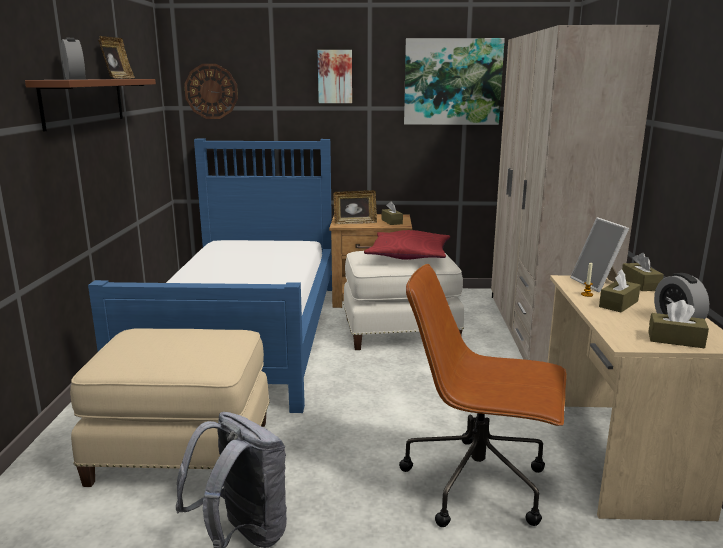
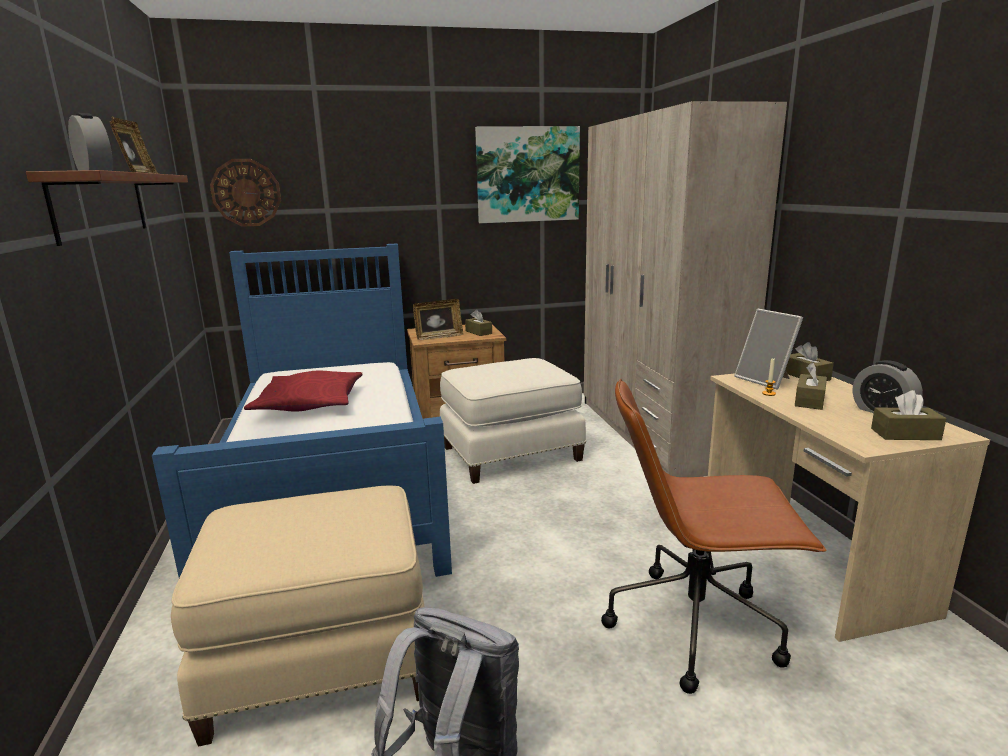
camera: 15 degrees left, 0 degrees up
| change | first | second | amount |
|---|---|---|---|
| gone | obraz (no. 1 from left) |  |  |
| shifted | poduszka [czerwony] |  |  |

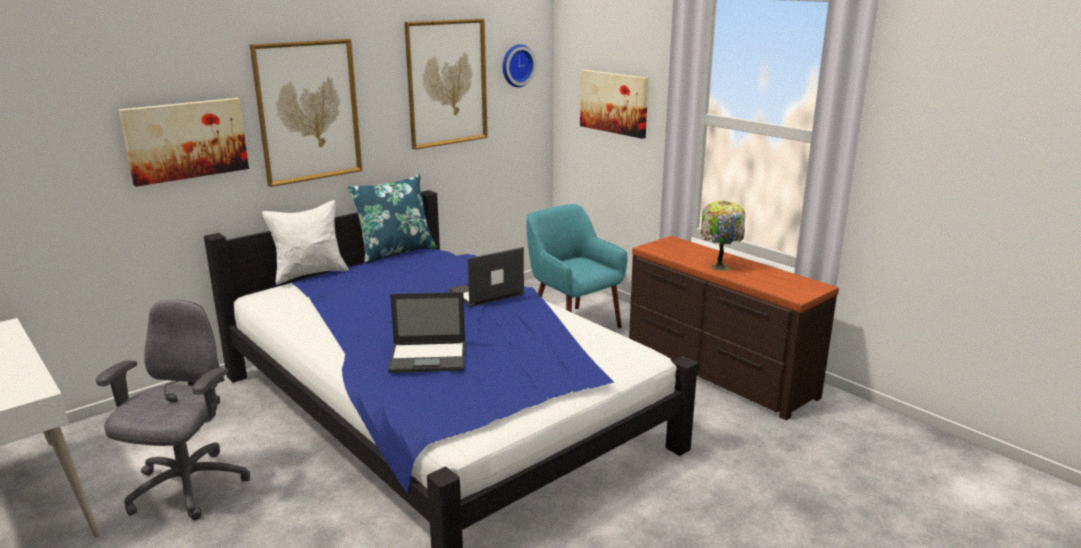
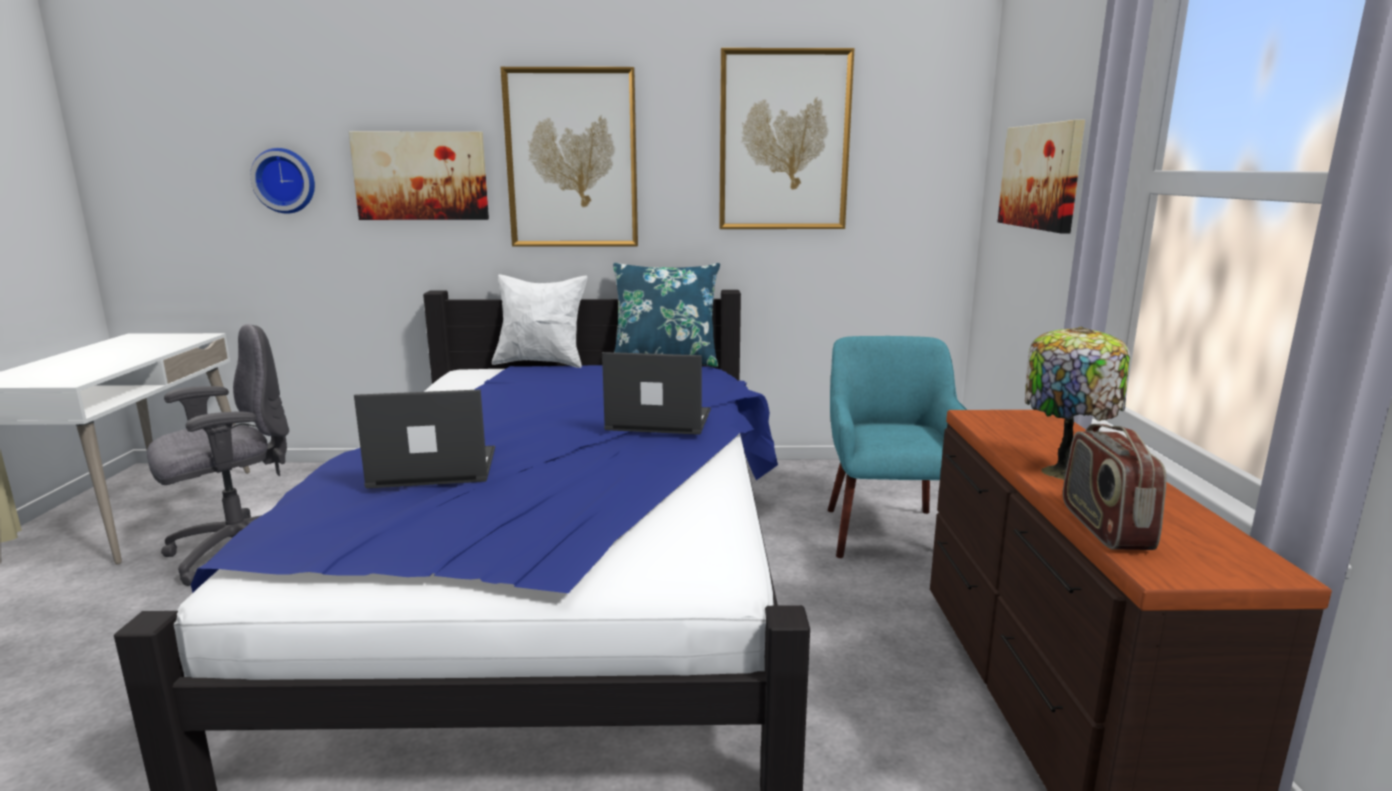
camera: 40 degrees right, 5 degrees down
| change | first | second | amount |
|---|---|---|---|
| shifted | zegar ścienny |  |  |
| rotated | laptop (no. 1 from left) |  | 135 degrees clockwise |
| new |  | radio |  |

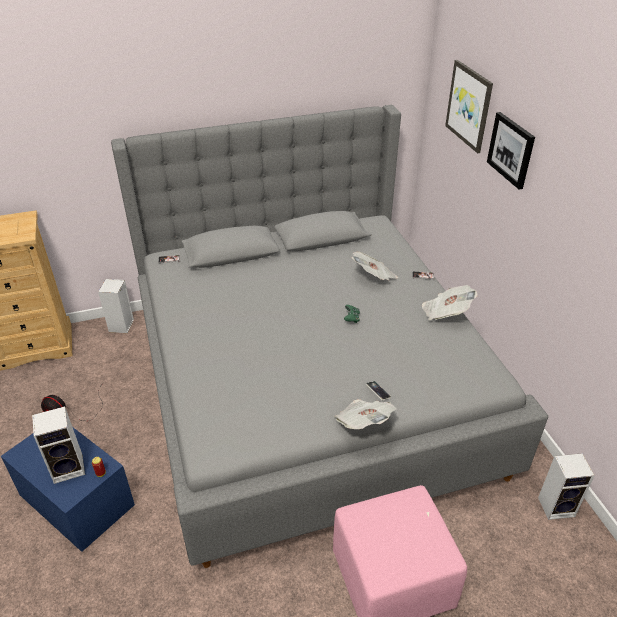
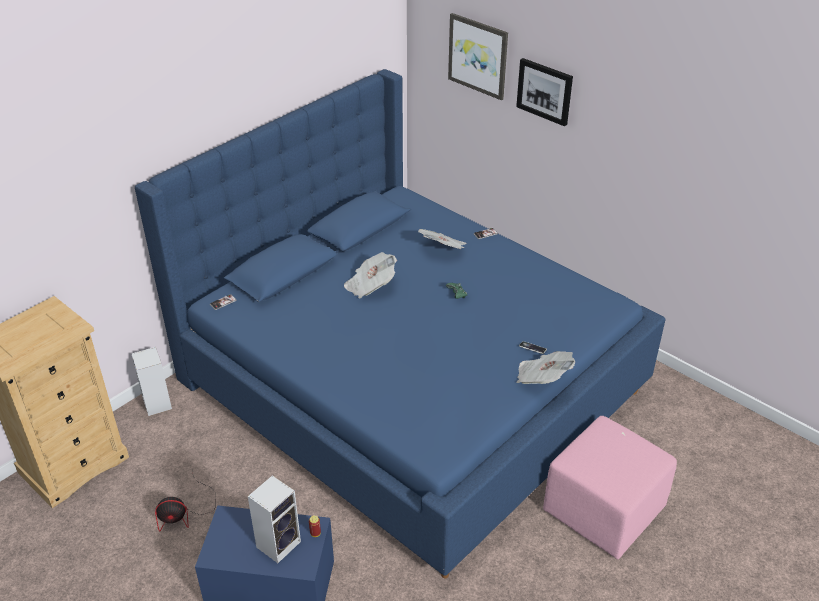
camera: 30 degrees left, 0 degrees up
| change | first | second | amount |
|---|---|---|---|
| repainted | łóżko [szary] | łóżko [niebieski] |  |
| shifted | gazeta (no. 3 from left in the first image) | gazeta (no. 1 from left) |  |
| gone | głośnik (no. 3 from left) |  |  |

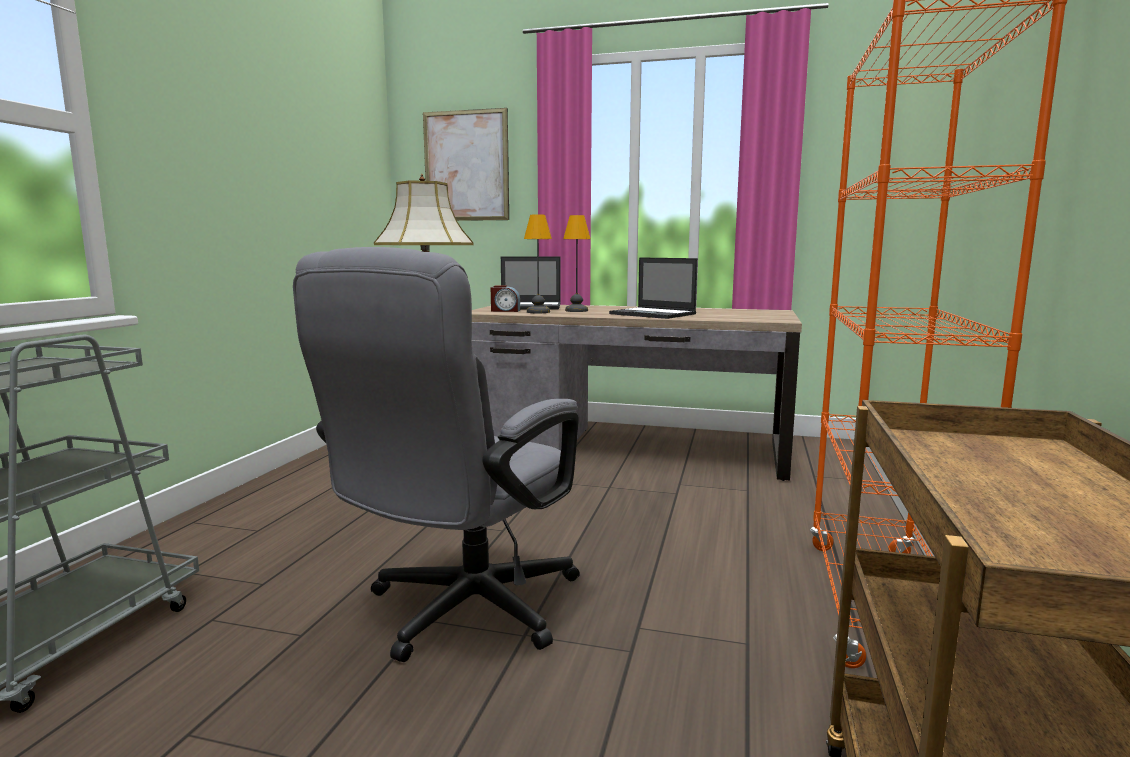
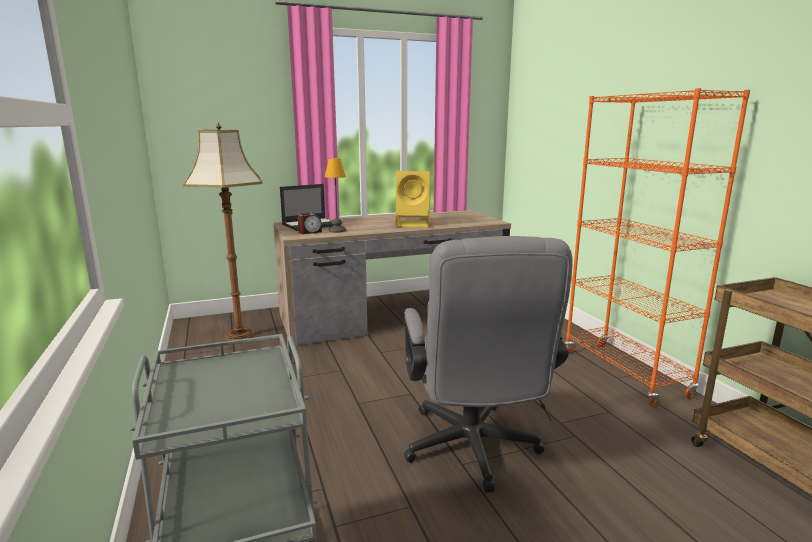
camera: 35 degrees left, 5 degrees up
| change | first | second | amount |
|---|---|---|---|
| gone | obraz |  |  |
| gone | lampa stołowa (no. 2 from left) |  |  |
| swapped | laptop (no. 2 from left) | głośnik [żółty] |  |

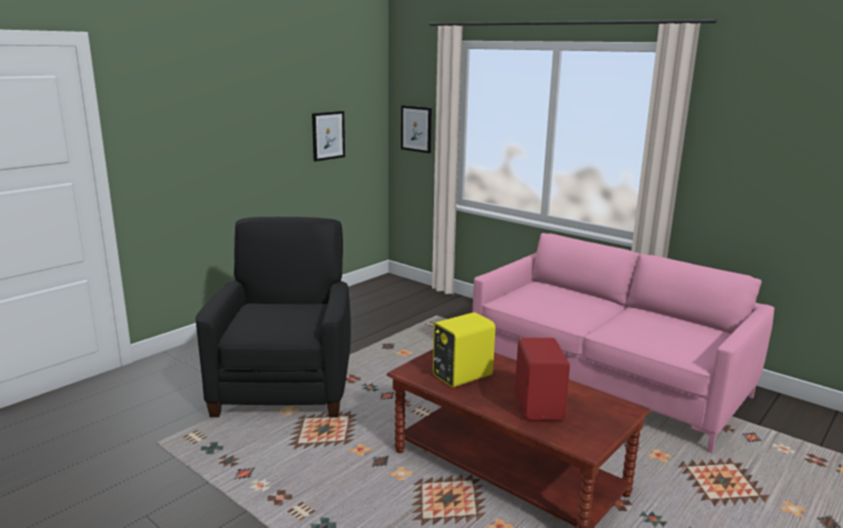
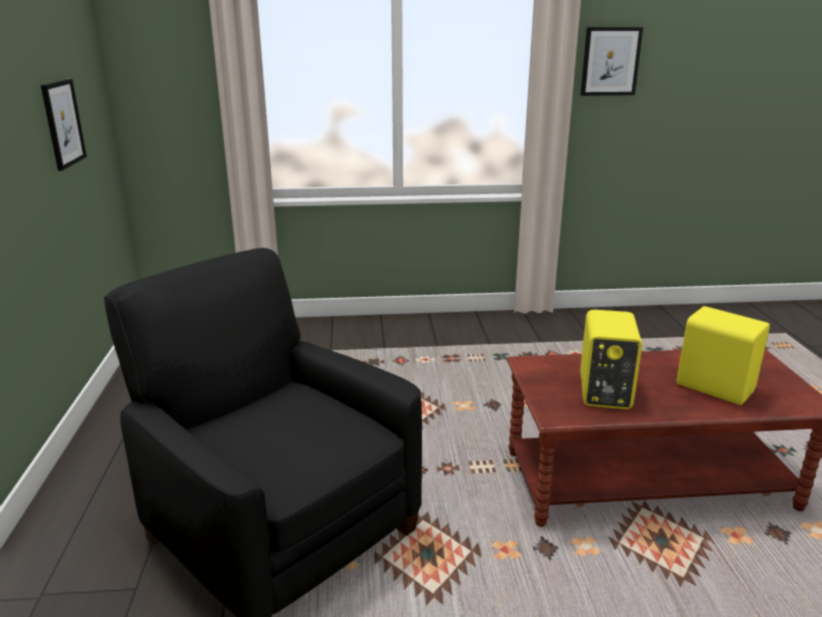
camera: 45 degrees left, 5 degrees up
| change | first | second | amount |
|---|---|---|---|
| shifted | obraz (no. 2 from left) |  |  |
| gone | kanapa [różowy] |  |  |
| repainted | głośnik [czerwony] | głośnik [żółty] (no. 2 from left) |  |

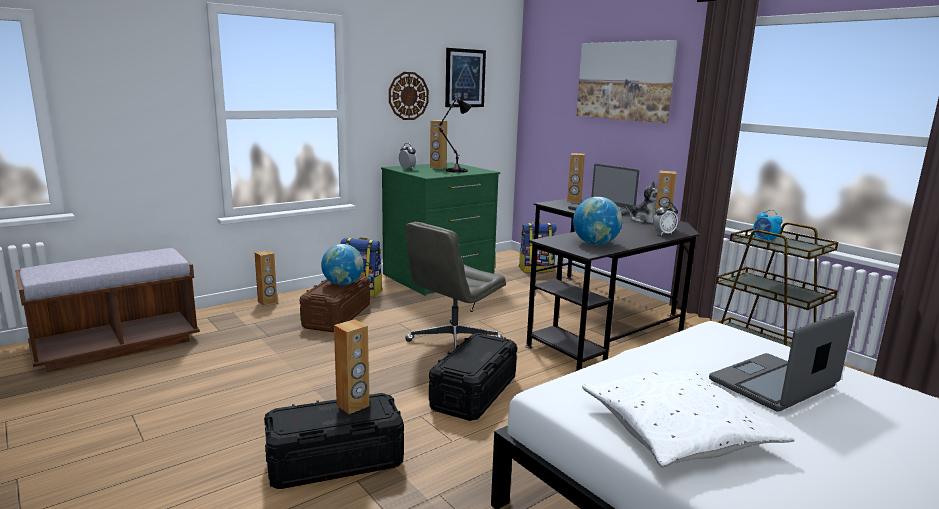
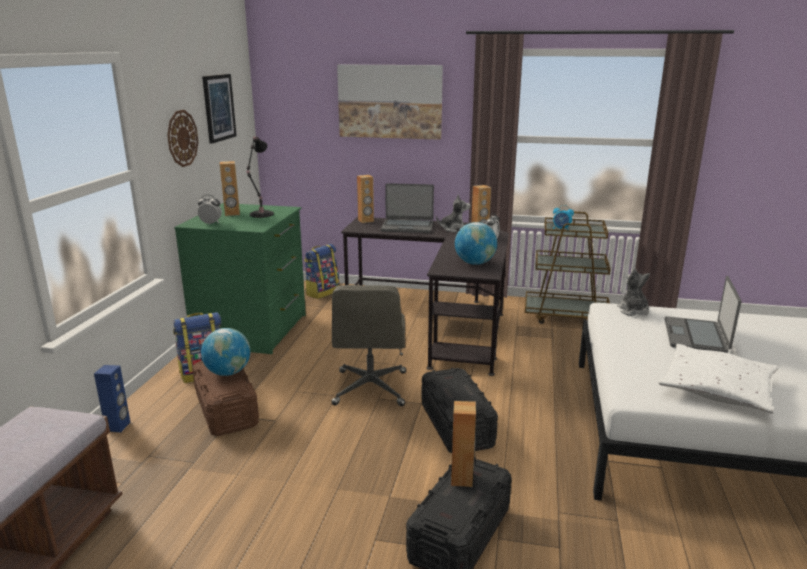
camera: 40 degrees left, 5 degrees up
| change | first | second | amount |
|---|---|---|---|
| repainted | głośnik [brązowy] (no. 1 from left) | głośnik [niebieski] |  |
| new |  | pluszak (no. 2 from left) |  |

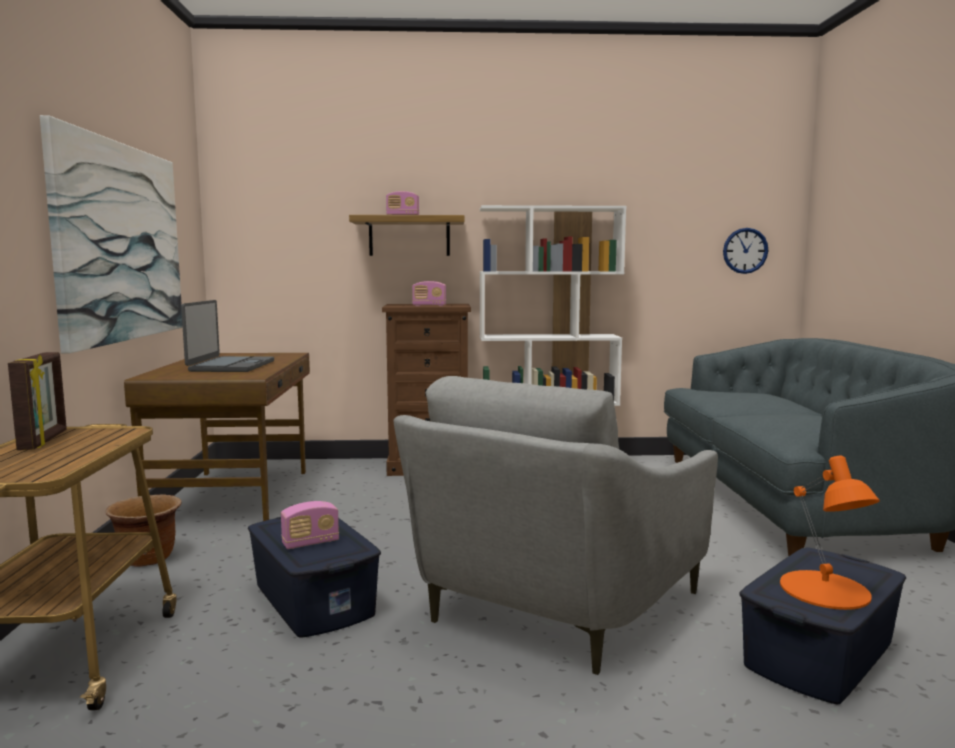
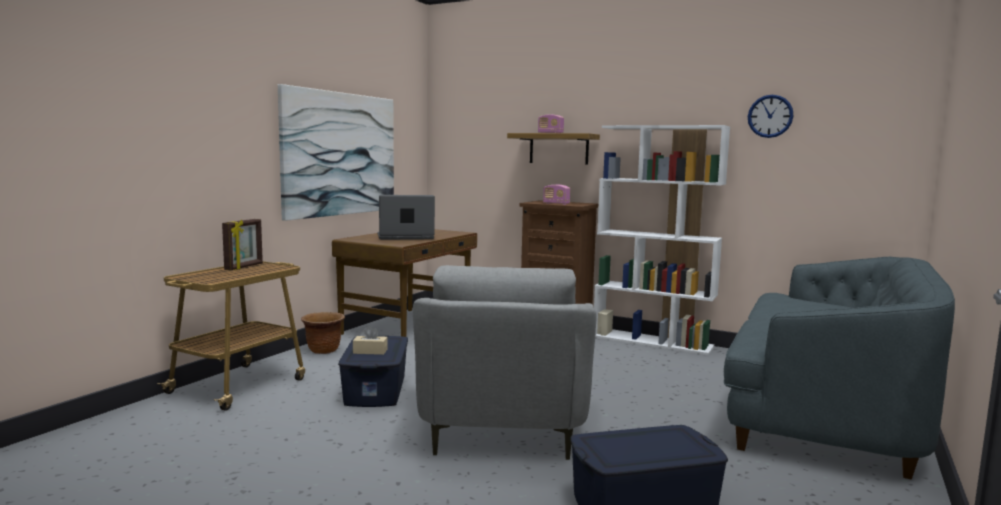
camera: 30 degrees right, 0 degrees up
| change | first | second | amount |
|---|---|---|---|
| shifted | zegar ścienny |  |  |
| rotated | laptop |  | 135 degrees counterclockwise |
| rotated | fotel [szary] |  | 60 degrees counterclockwise |
| gone | lampa stołowa [pomarańczowy] |  |  |
| swapped | radio (no. 1 from left) | pudełko chusteczek [beżowy] |  |

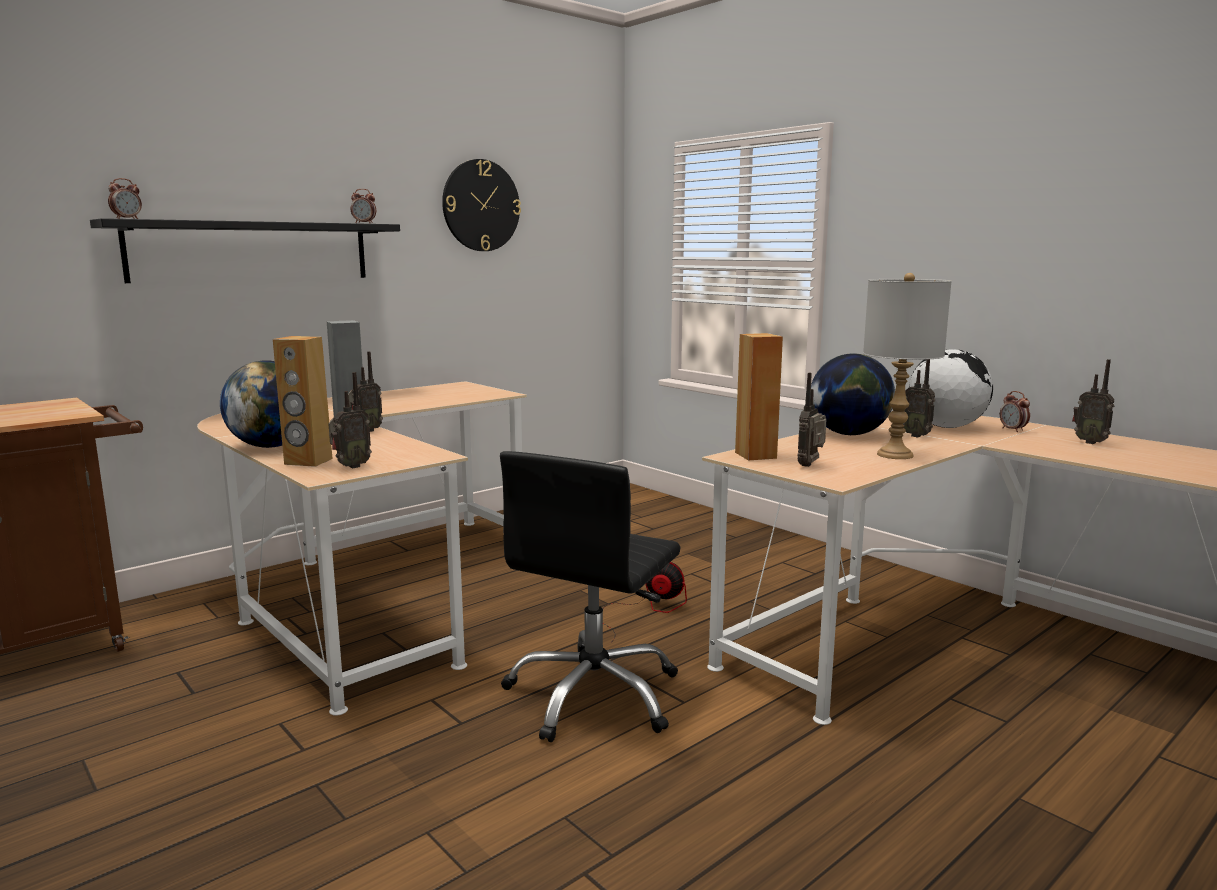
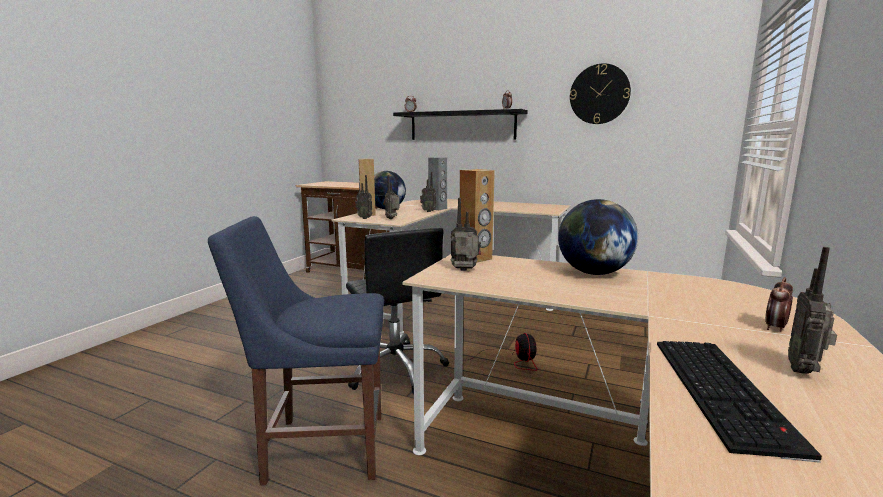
camera: 65 degrees right, 0 degrees up
| change | first | second | amount |
|---|---|---|---|
| gone | lampa stołowa [szary] |  |  |
| gone | globus (no. 3 from left) |  |  |
| shifted | radio (no. 4 from left in the first image) | radio (no. 2 from left) |  |
| rotated | krzesło biurowe [czarny] |  | 120 degrees counterclockwise |
| new |  | krzesło [niebieski] |  |
| new |  | klawiatura |  |

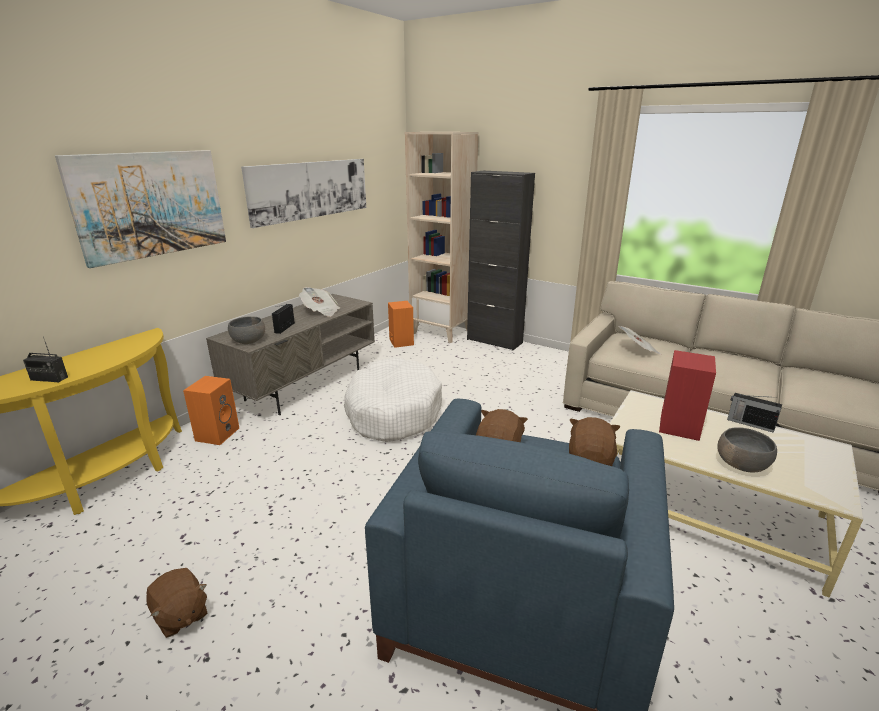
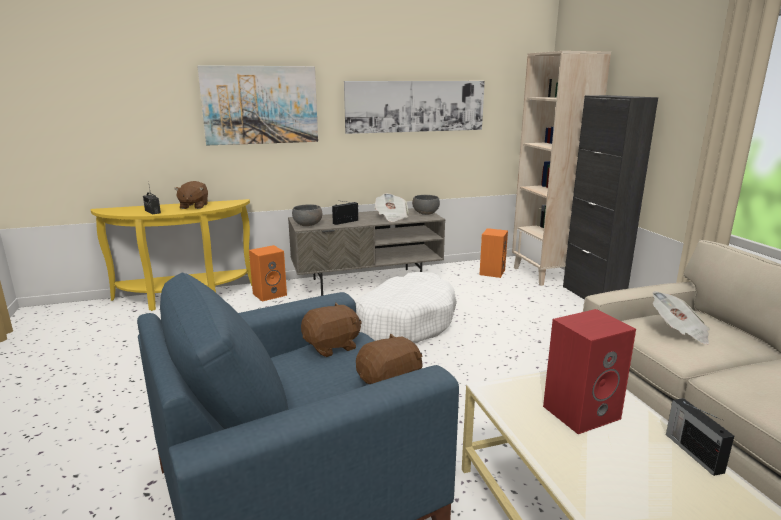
camera: 40 degrees right, 5 degrees down
| change | first | second | amount |
|---|---|---|---|
| shifted | miska [szary] (no. 2 from left) |  |  |
| shifted | pluszak [brązowy] (no. 1 from left) |  |  |

